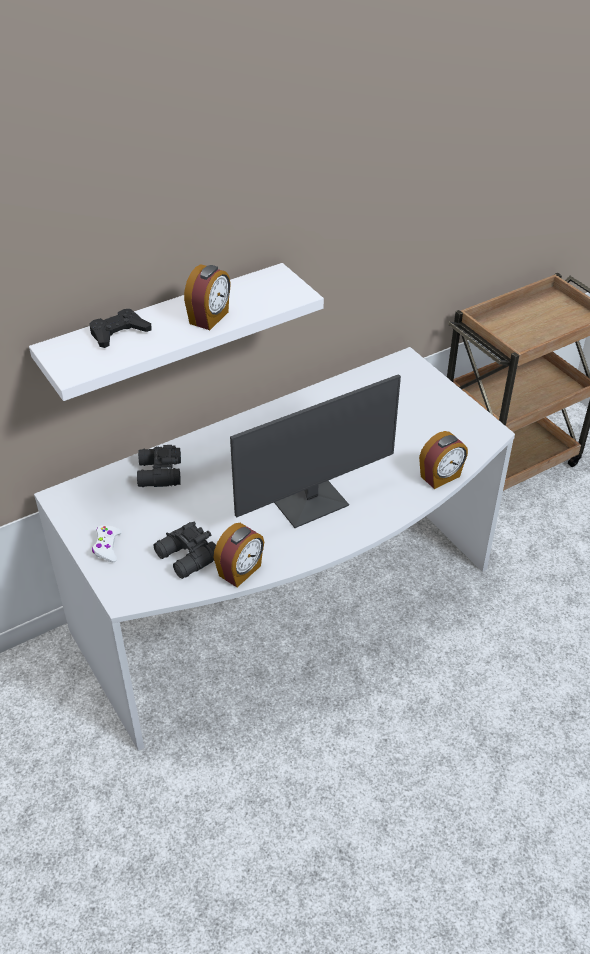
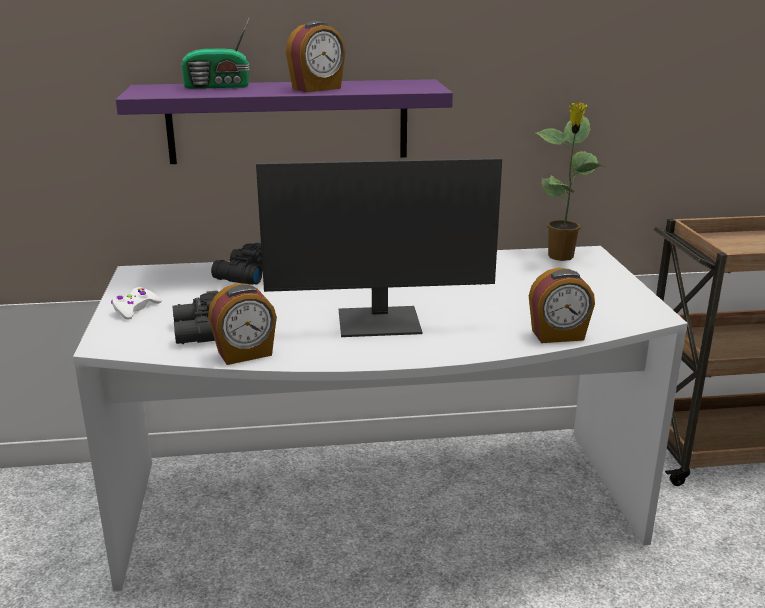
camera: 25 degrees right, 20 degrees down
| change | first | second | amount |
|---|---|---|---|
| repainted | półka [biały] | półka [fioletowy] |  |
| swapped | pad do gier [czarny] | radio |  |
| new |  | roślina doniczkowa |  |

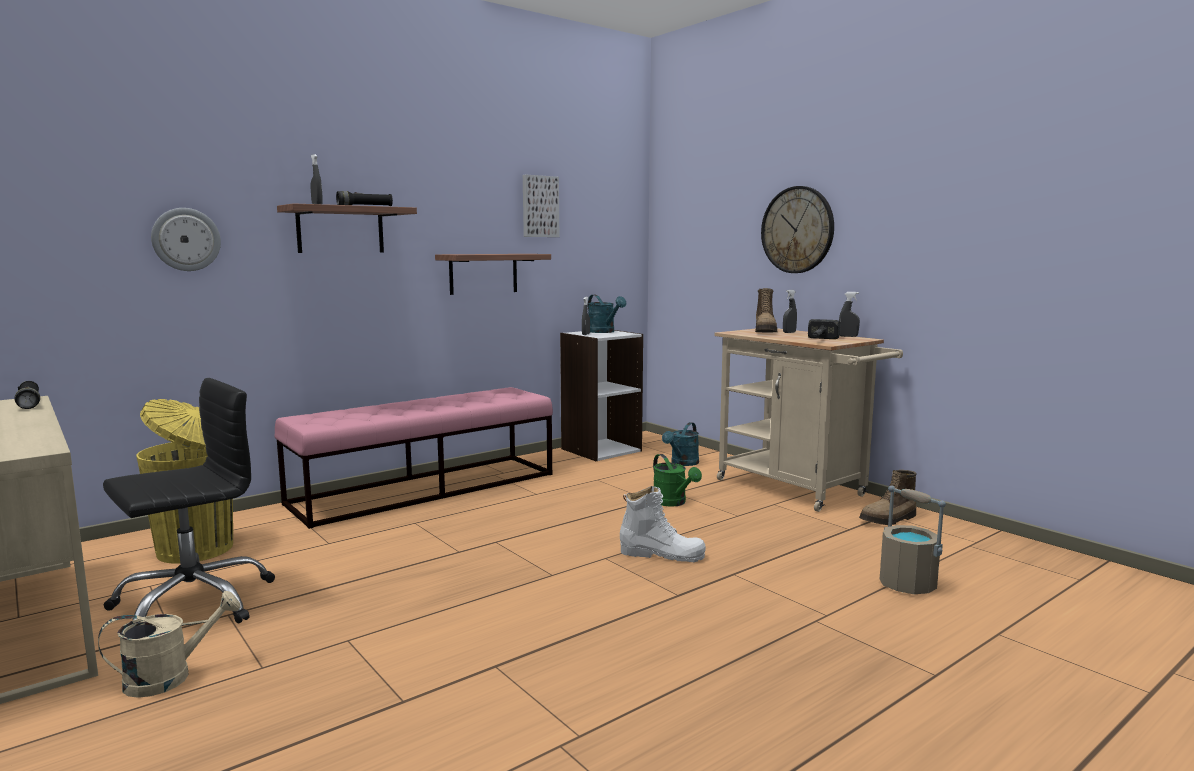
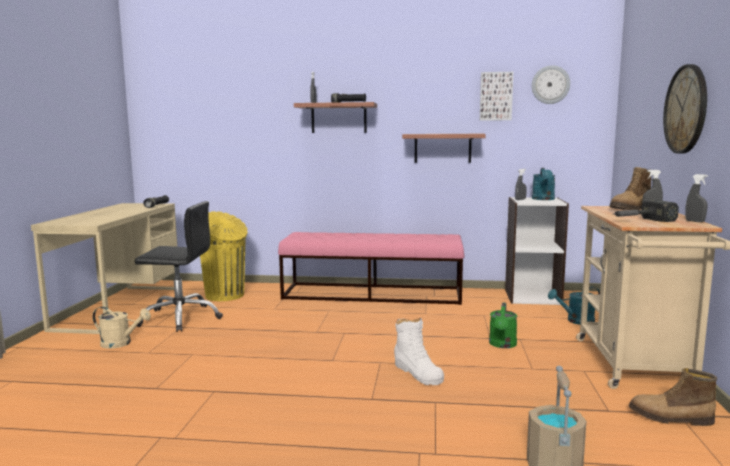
camera: 45 degrees right, 0 degrees up
| change | first | second | amount |
|---|---|---|---|
| shifted | zegar ścienny (no. 1 from left) |  |  |

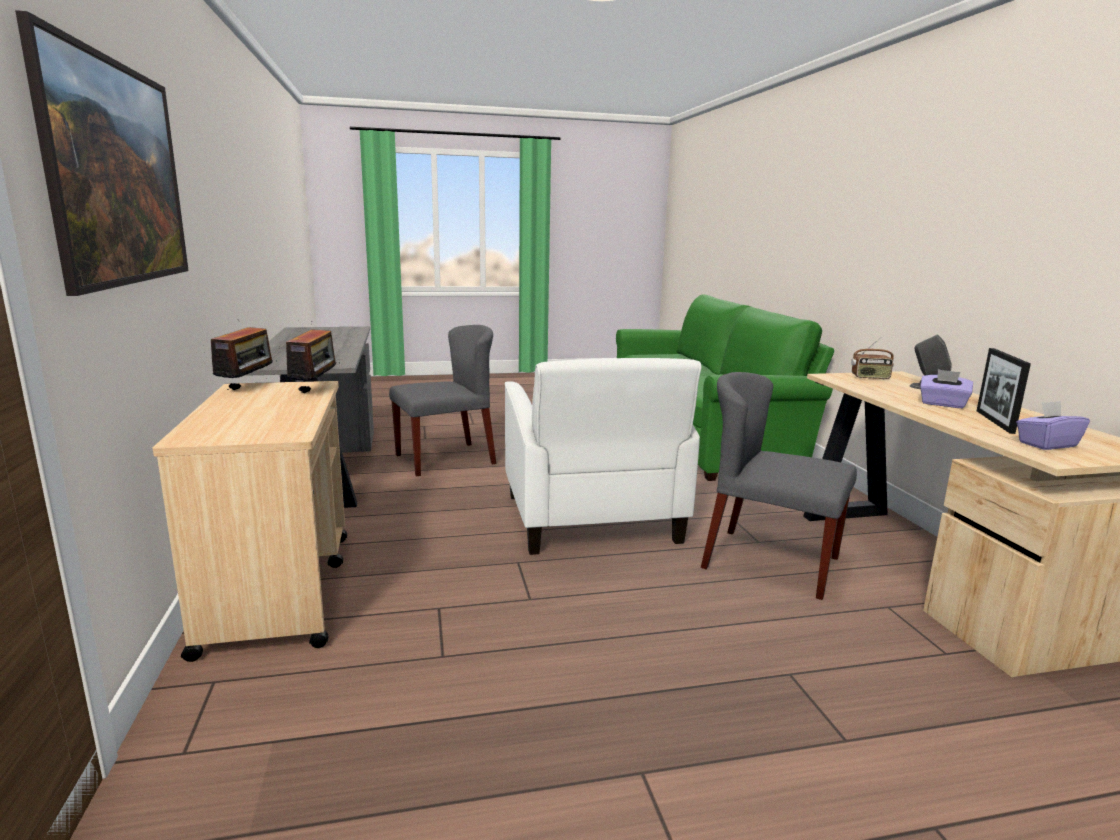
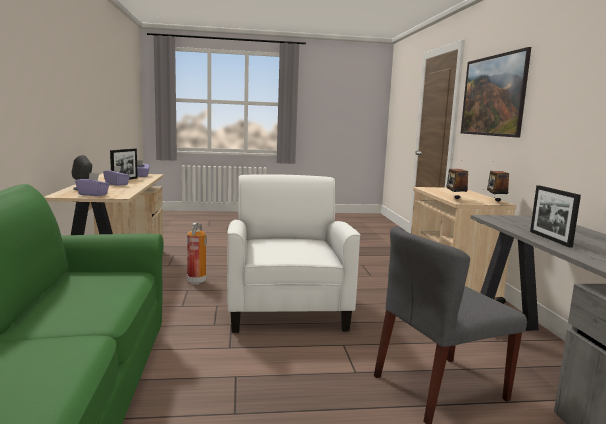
camera: 175 degrees left, 5 degrees down
| change | first | second | amount |
|---|---|---|---|
| swapped | radio (no. 3 from left) | pudełko chusteczek [fioletowy] (no. 1 from left) |  |
| swapped | krzesło [szary] (no. 2 from left) | gaśnica |  |
| new |  | ramka na zdjęcie (no. 2 from left) |  |

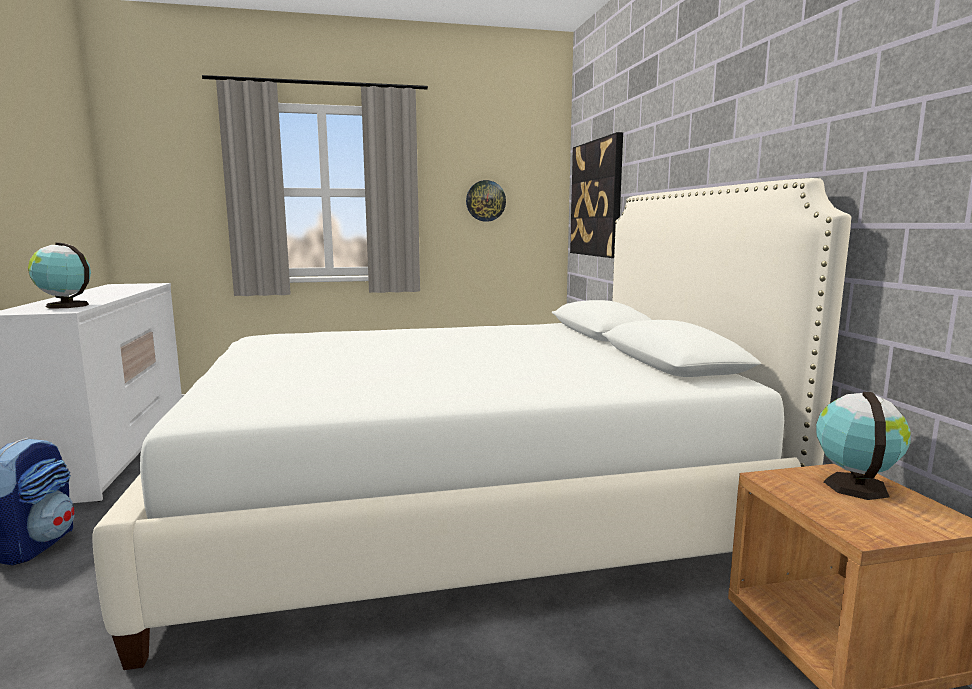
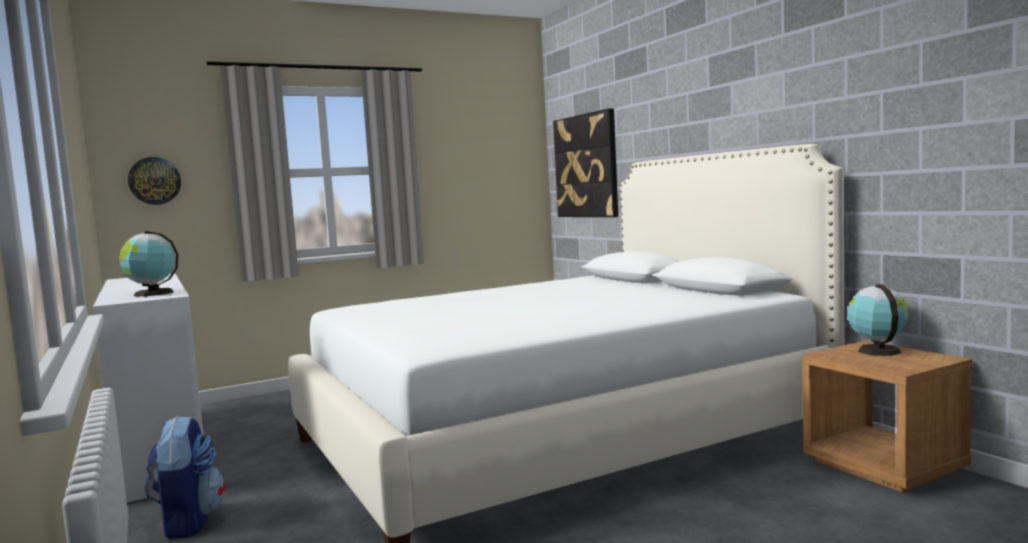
camera: 15 degrees left, 5 degrees down
| change | first | second | amount |
|---|---|---|---|
| shifted | zegar ścienny |  |  |

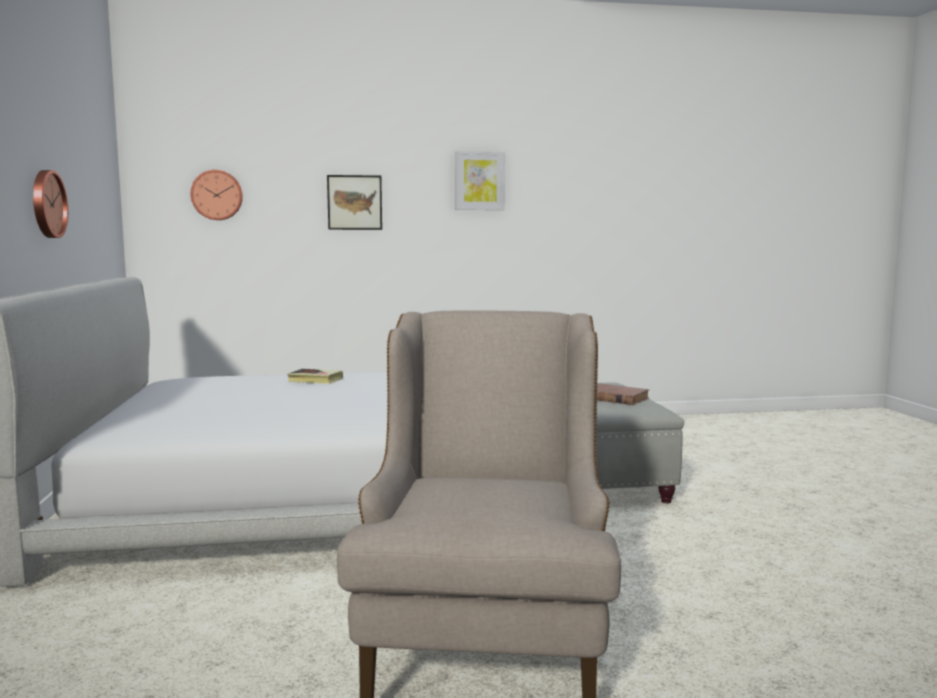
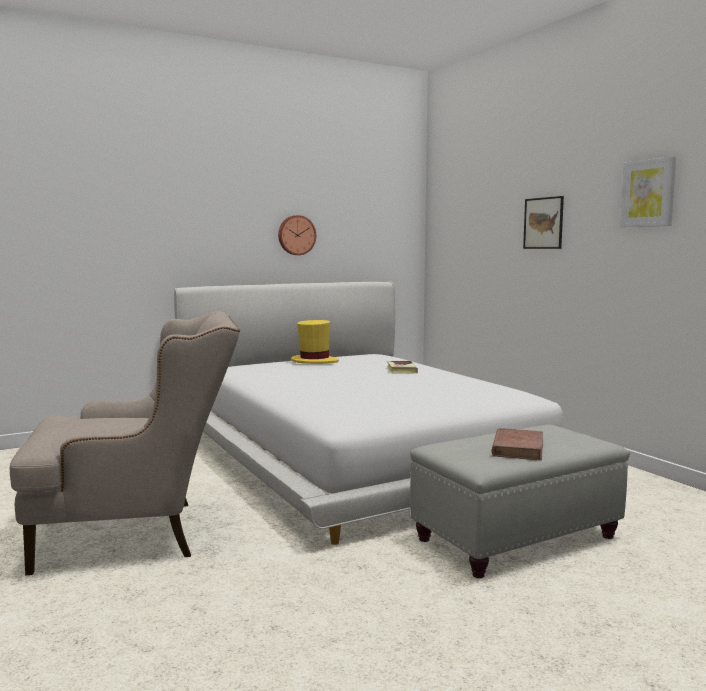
camera: 70 degrees right, 0 degrees up
| change | first | second | amount |
|---|---|---|---|
| gone | zegar ścienny (no. 2 from left) |  |  |
| new |  | kapelusz [żółty] |  |

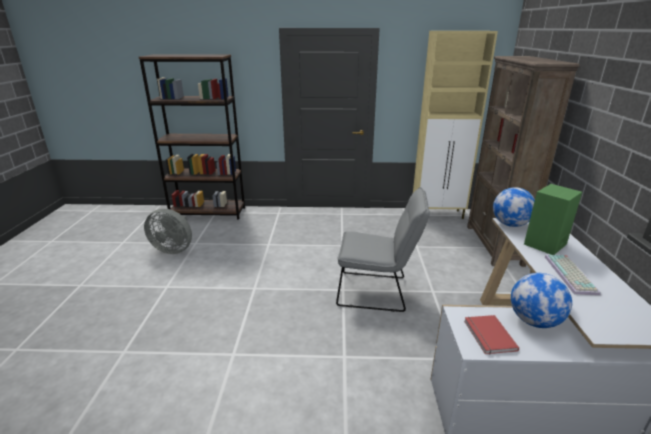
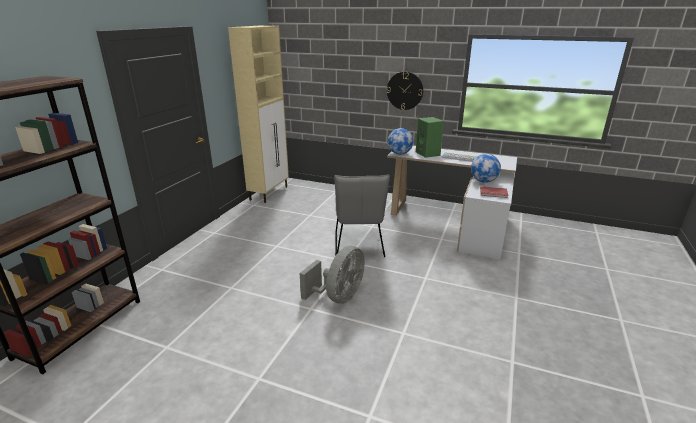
camera: 70 degrees left, 0 degrees up
| change | first | second | amount |
|---|---|---|---|
| gone | regał [brązowy] (no. 2 from left) |  |  |
| rotated | krzesło [szary] |  | 150 degrees clockwise |
| shifted | wentylator [szary] |  |  |
| new |  | zegar ścienny |  |

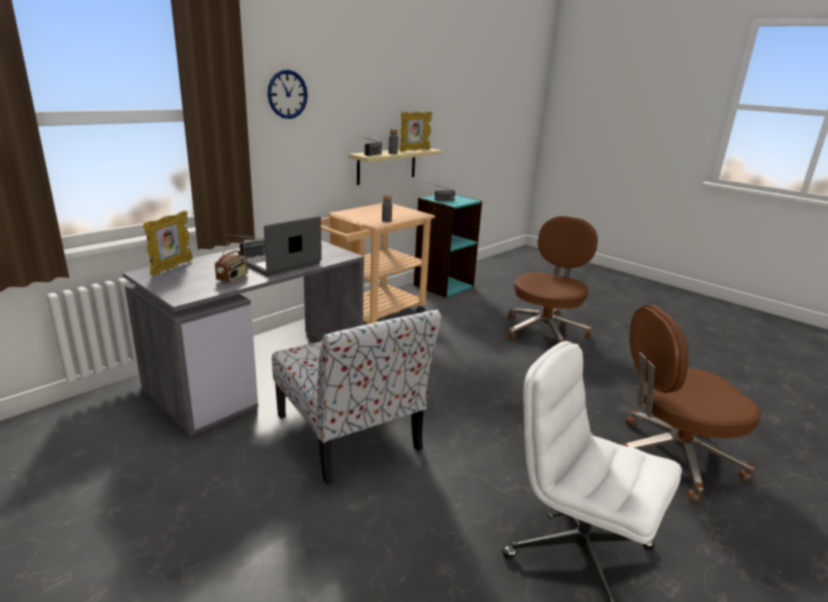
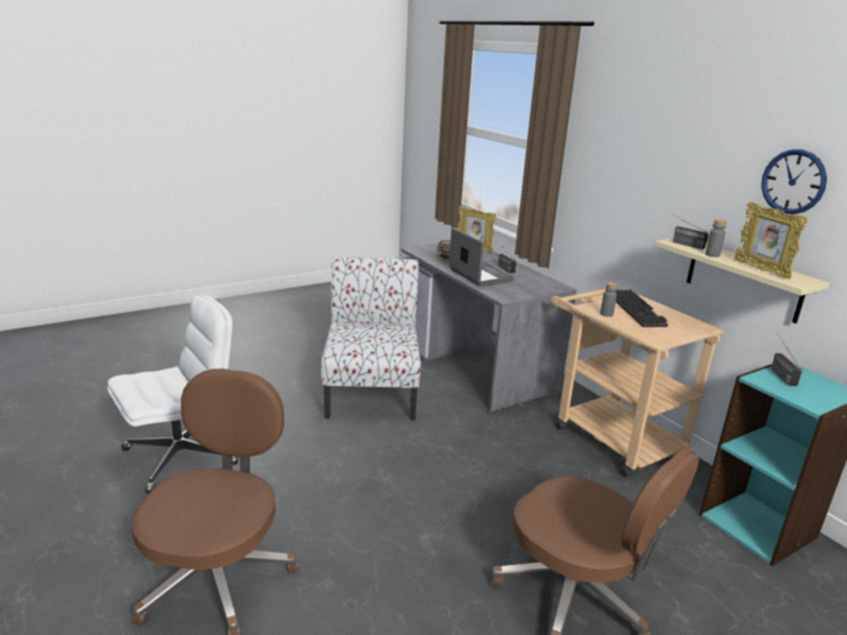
camera: 105 degrees right, 0 degrees up
| change | first | second | amount |
|---|---|---|---|
| shifted | zegar ścienny |  |  |
| rotated | krzesło |  | 105 degrees clockwise |
| new |  | klawiatura |  |

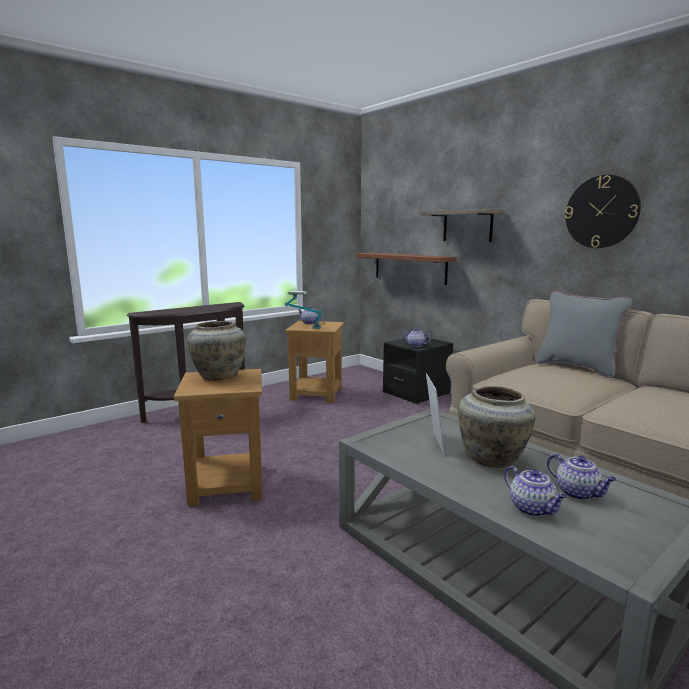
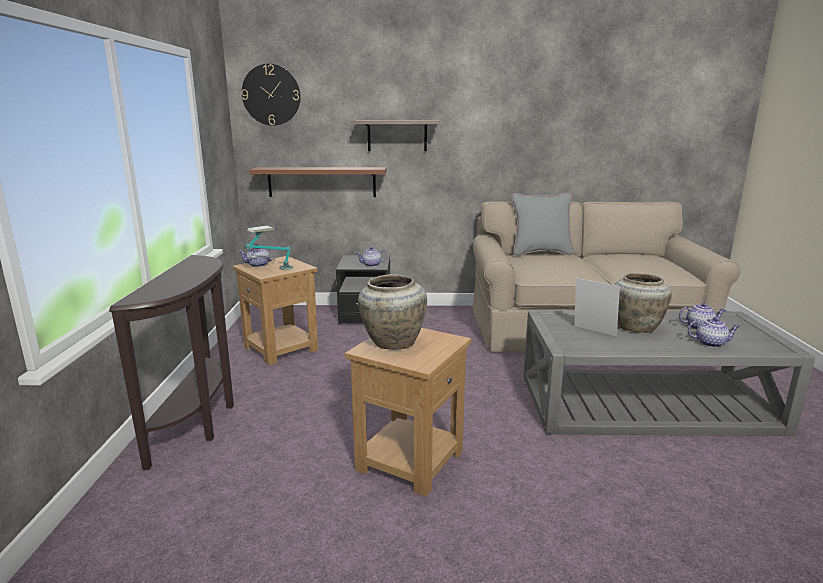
camera: 50 degrees left, 5 degrees up
| change | first | second | amount |
|---|---|---|---|
| shifted | zegar ścienny |  |  |

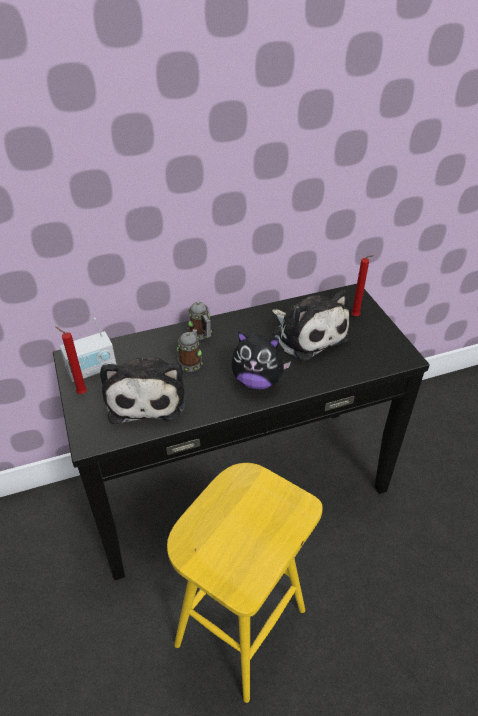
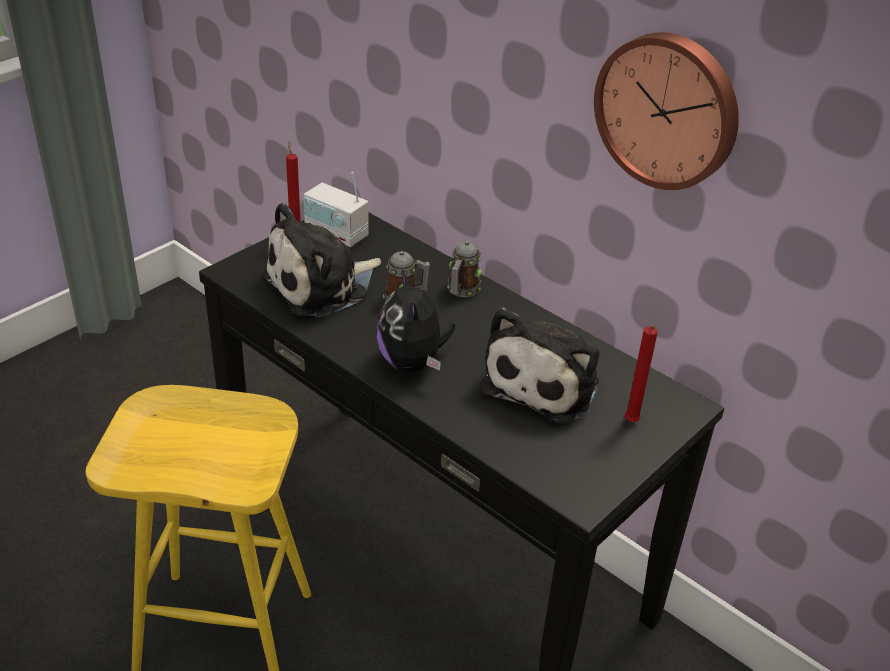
camera: 60 degrees right, 5 degrees down
| change | first | second | amount |
|---|---|---|---|
| new |  | zegar ścienny |  |

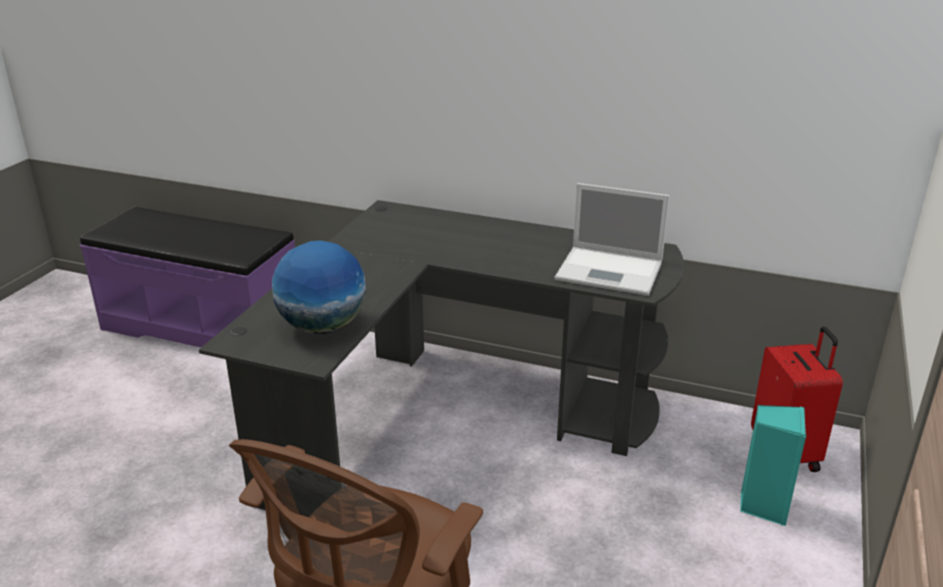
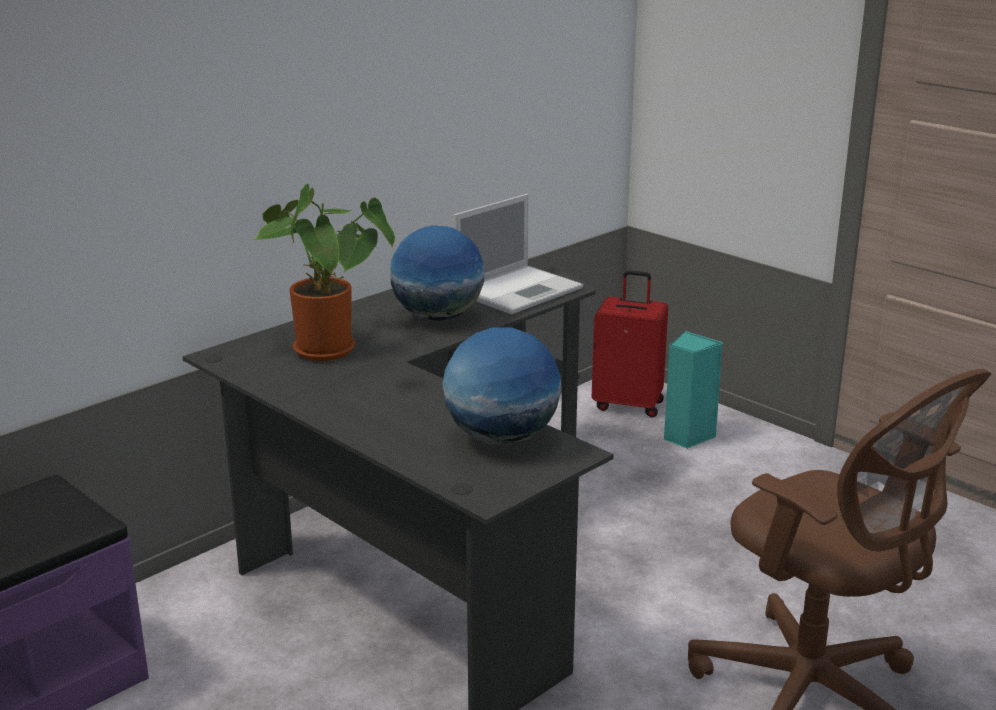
camera: 65 degrees left, 5 degrees down
| change | first | second | amount |
|---|---|---|---|
| new |  | roślina doniczkowa |  |
| new |  | globus (no. 1 from left) |  |

